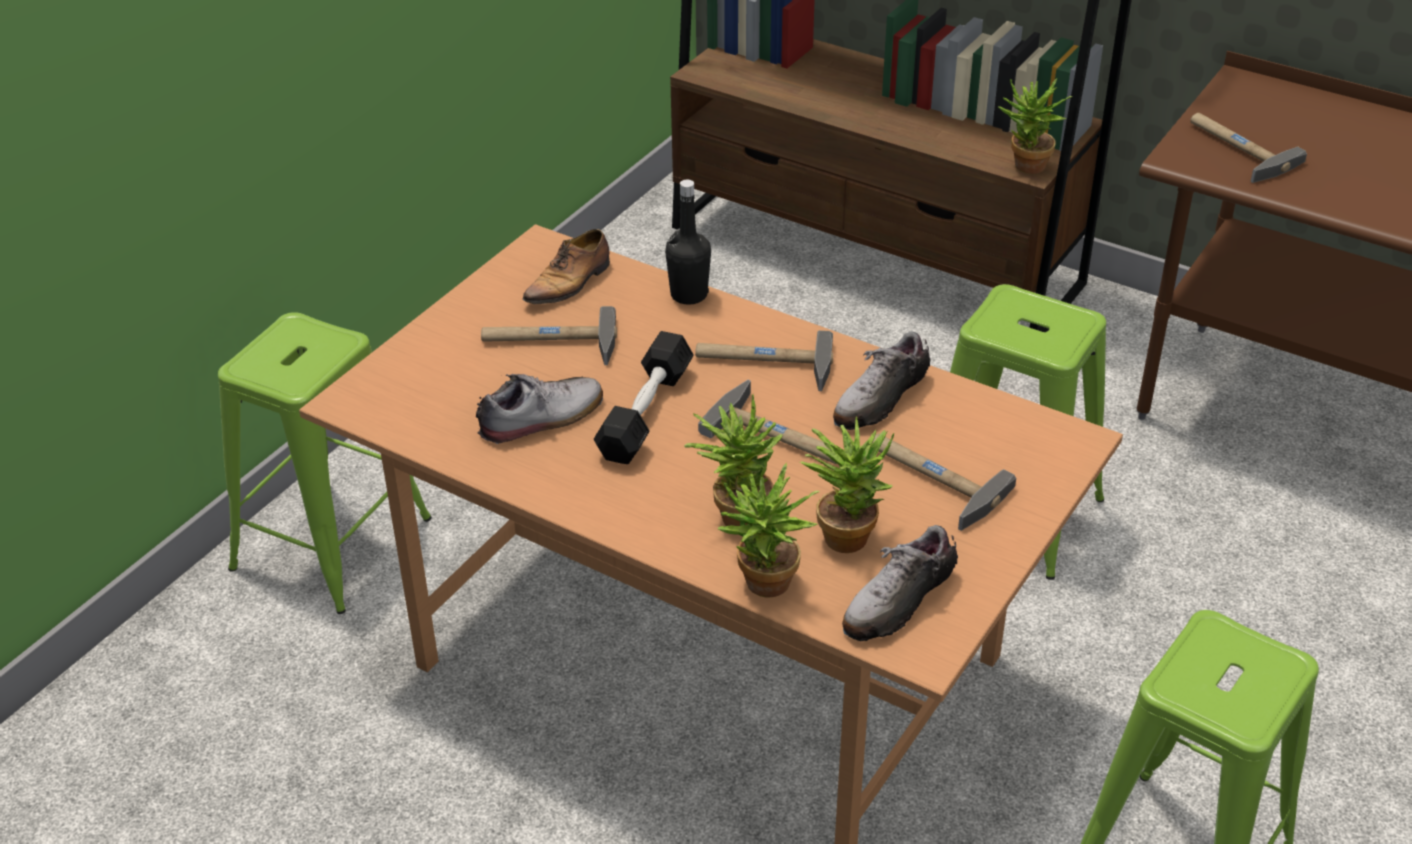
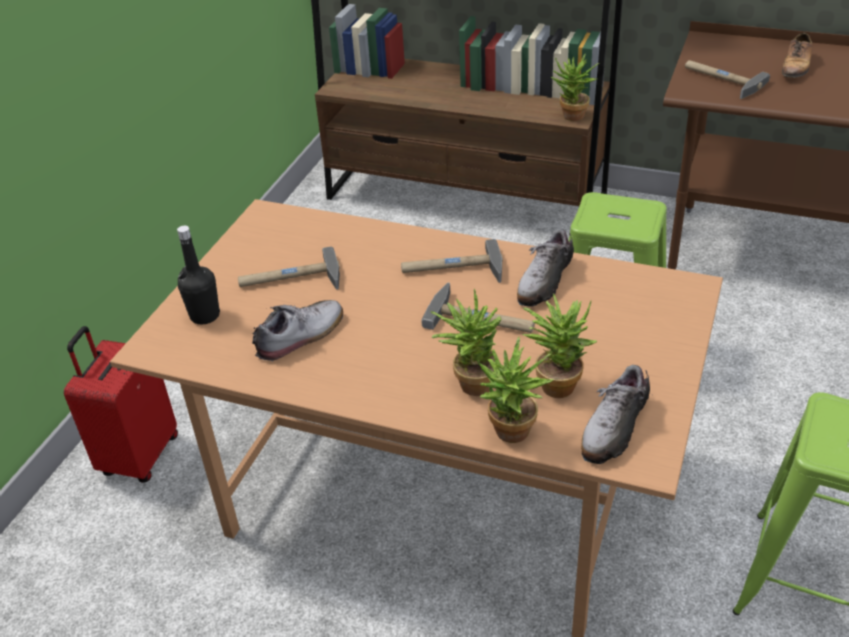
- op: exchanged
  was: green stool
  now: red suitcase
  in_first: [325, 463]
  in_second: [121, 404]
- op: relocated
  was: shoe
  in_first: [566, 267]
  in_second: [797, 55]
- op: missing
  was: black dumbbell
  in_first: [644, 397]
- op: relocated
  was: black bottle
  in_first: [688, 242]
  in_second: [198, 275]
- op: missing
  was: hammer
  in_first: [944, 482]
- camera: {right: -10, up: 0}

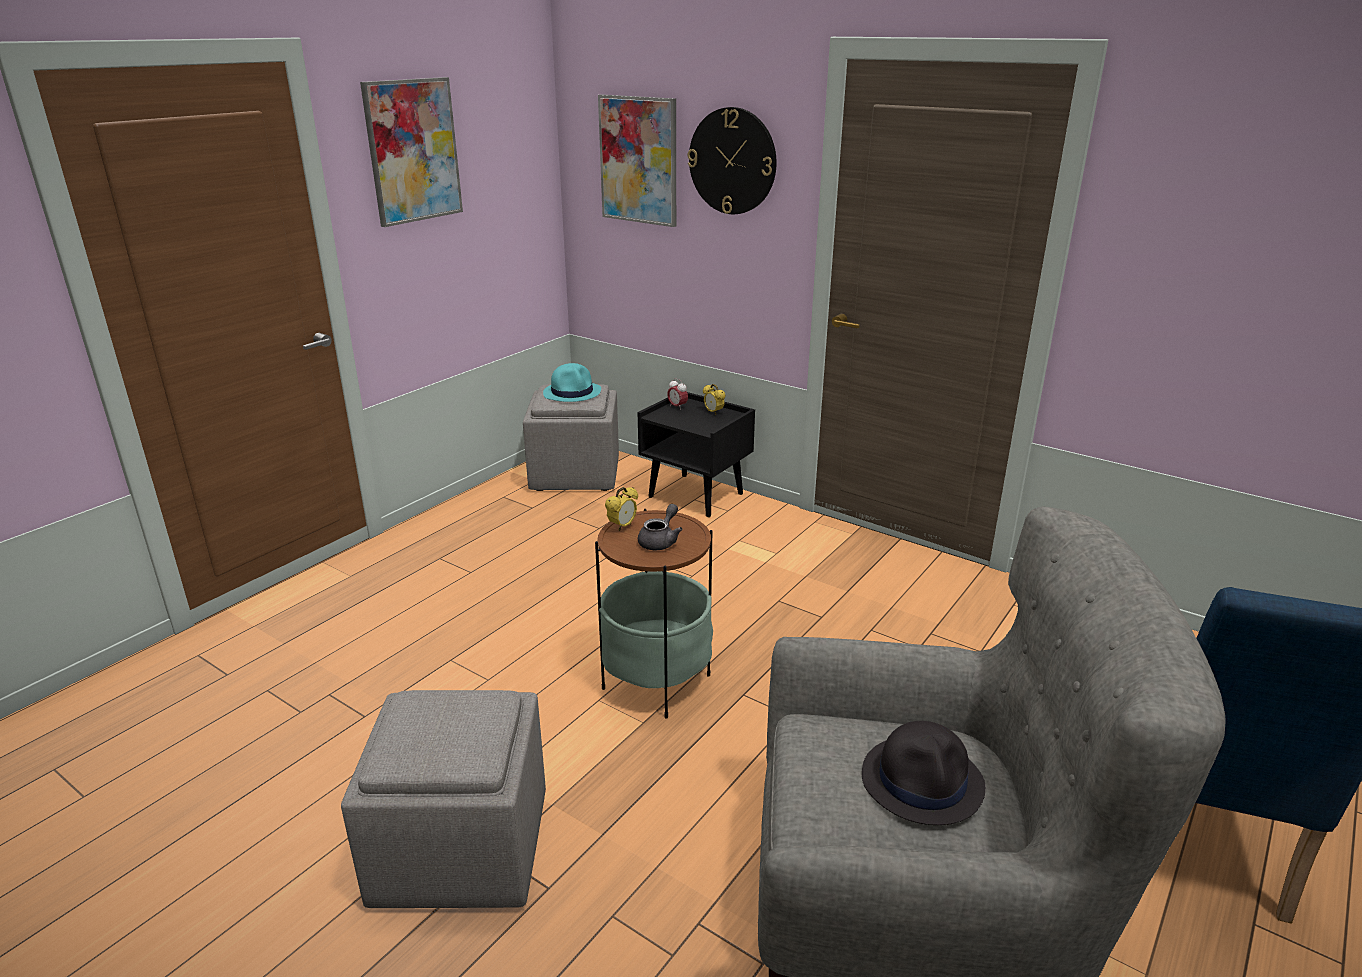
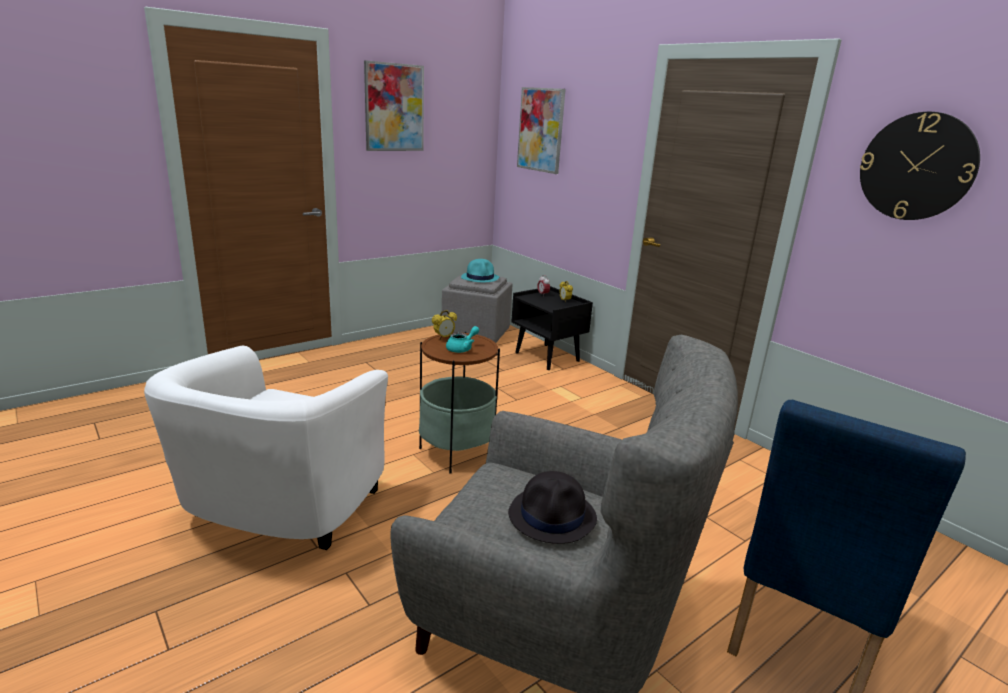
- op: exchanged
  was: grey ottoman
  now: white armchair
  in_first: [443, 799]
  in_second: [266, 448]
- op: colour
  was: grey teapot
  now: turquoise teapot
  in_first: [660, 527]
  in_second: [462, 339]
- op: relocated
  was: wall clock
  in_first: [732, 160]
  in_second: [920, 166]
- camera: {right: 15, up: -5}

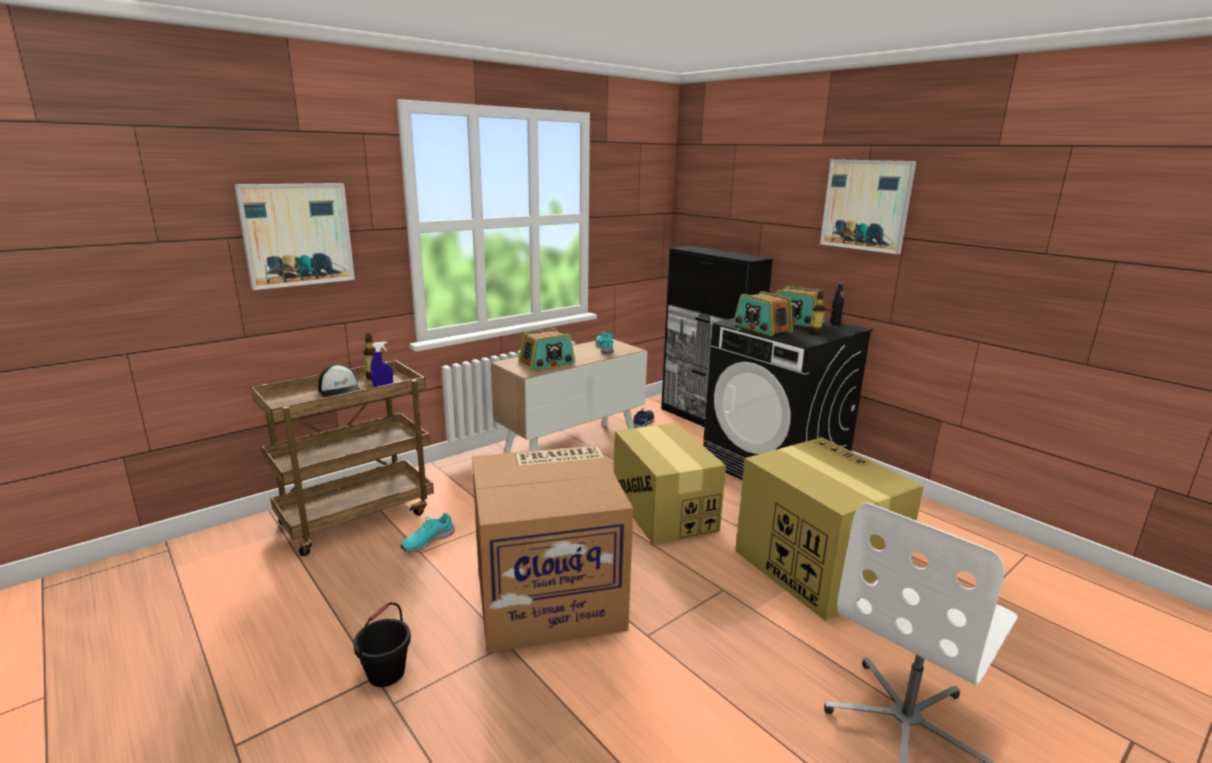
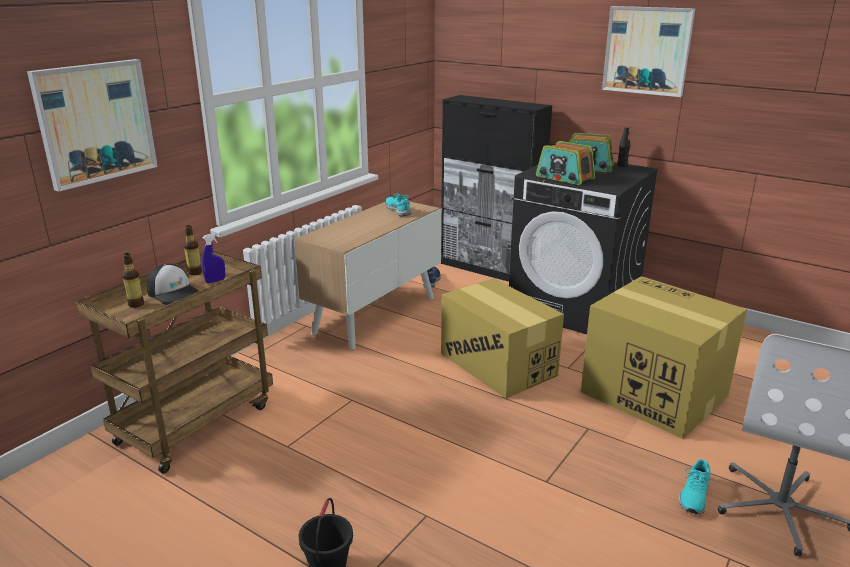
- op: relocated
  was: turquoise shoe
  in_first: [428, 532]
  in_second: [695, 486]
- op: missing
  was: cardboard box
  in_first: [552, 549]
- op: missing
  was: radio
  in_first: [546, 349]
- op: relocated
  was: bottle
  in_first: [817, 313]
  in_second: [133, 280]
- camera: {right: -15, up: 5}

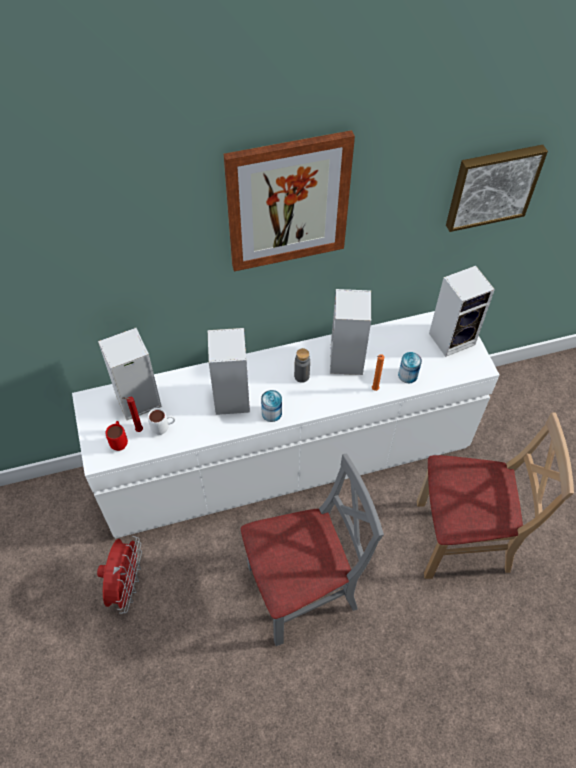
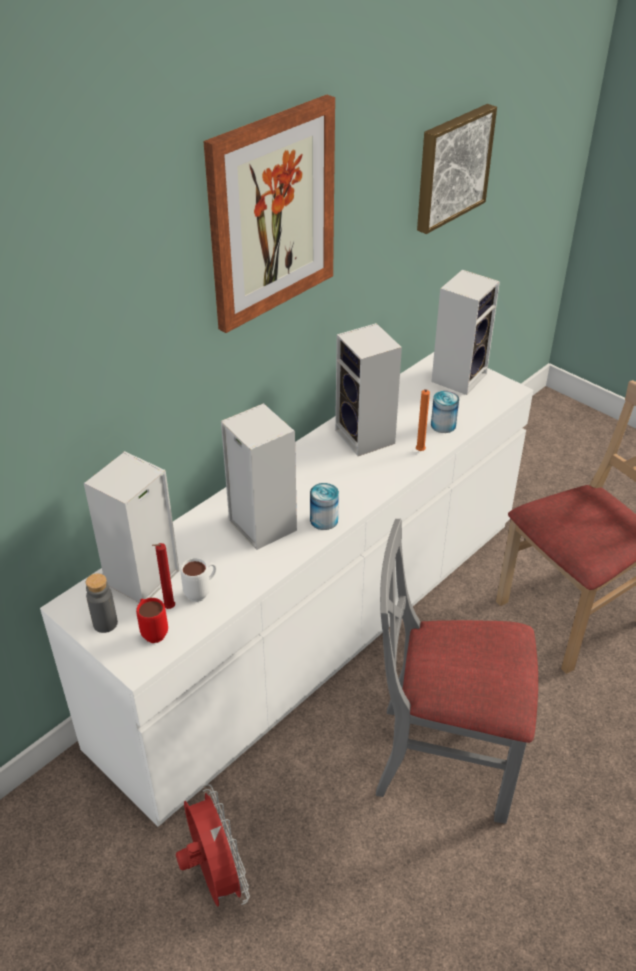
- op: spun
  was: grey chair
  in_first: [312, 549]
  in_second: [457, 671]
  clockwise: -120
- op: relocated
  was: grey bottle
  in_first: [302, 365]
  in_second: [102, 603]
- camera: {right: -30, up: -15}

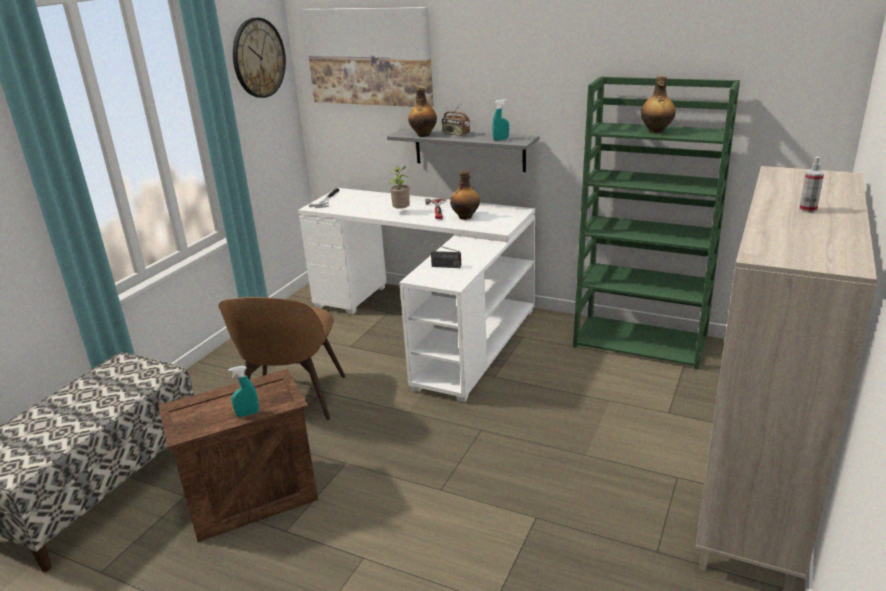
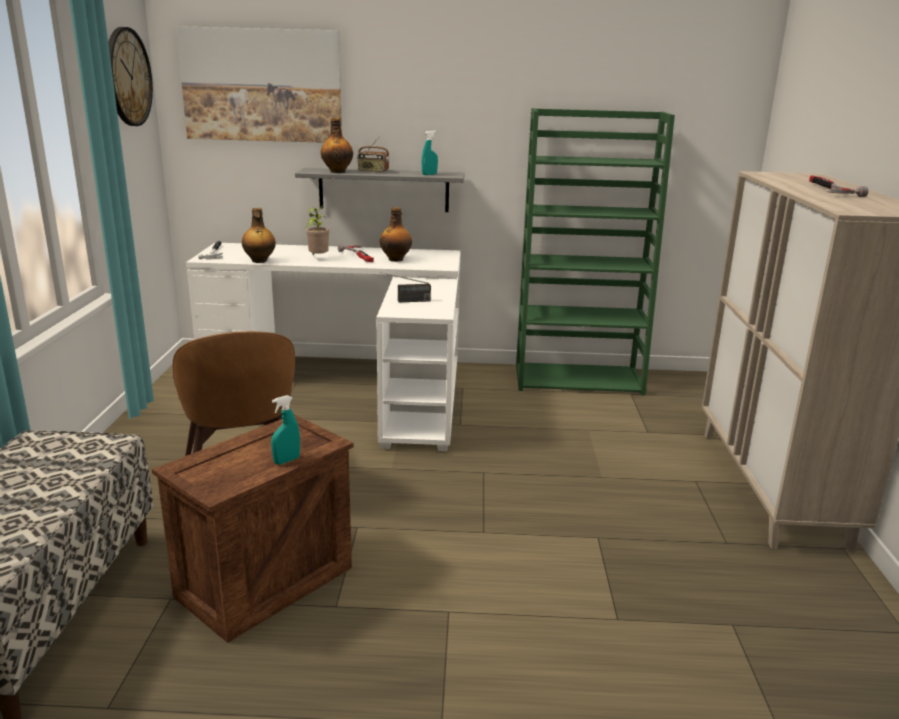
- op: relocated
  was: bottle
  in_first: [658, 104]
  in_second: [259, 235]
- op: exchanged
  was: spray bottle
  now: hammer
  in_first: [811, 185]
  in_second: [838, 186]
- camera: {right: -25, up: -5}

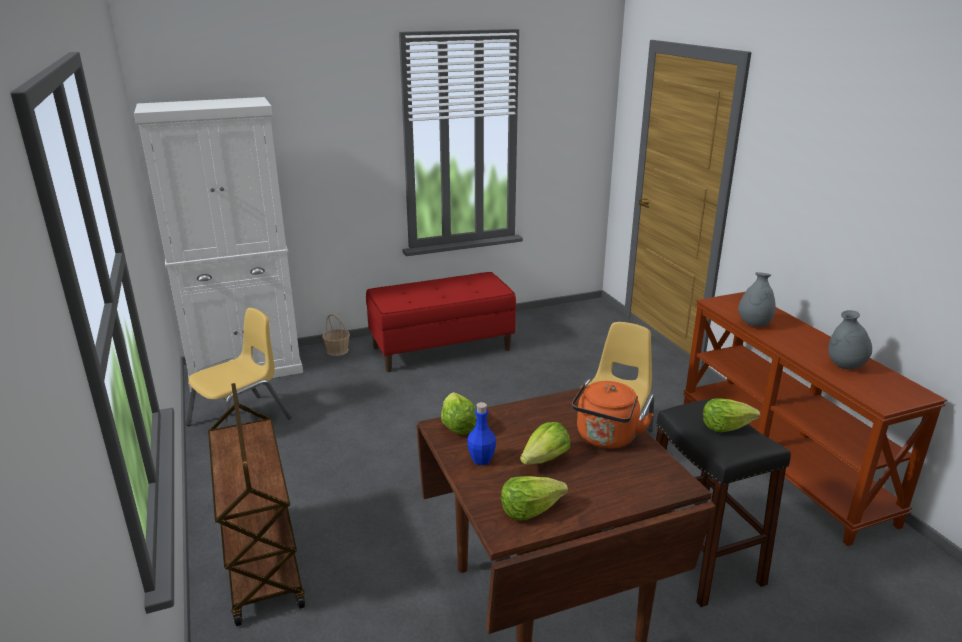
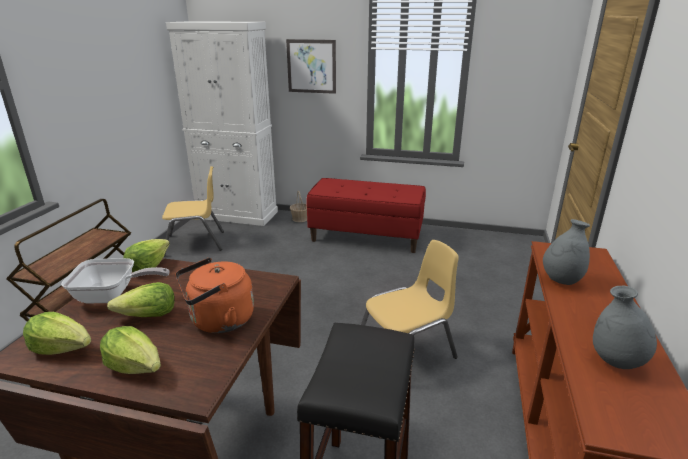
- op: exchanged
  was: blue bottle
  now: frying pan
  in_first: [481, 433]
  in_second: [115, 281]
- op: relocated
  was: lettuce
  in_first: [731, 415]
  in_second: [130, 350]
- op: appeared
  now: picture
  in_second: [311, 66]
- camera: {right: 35, up: 0}

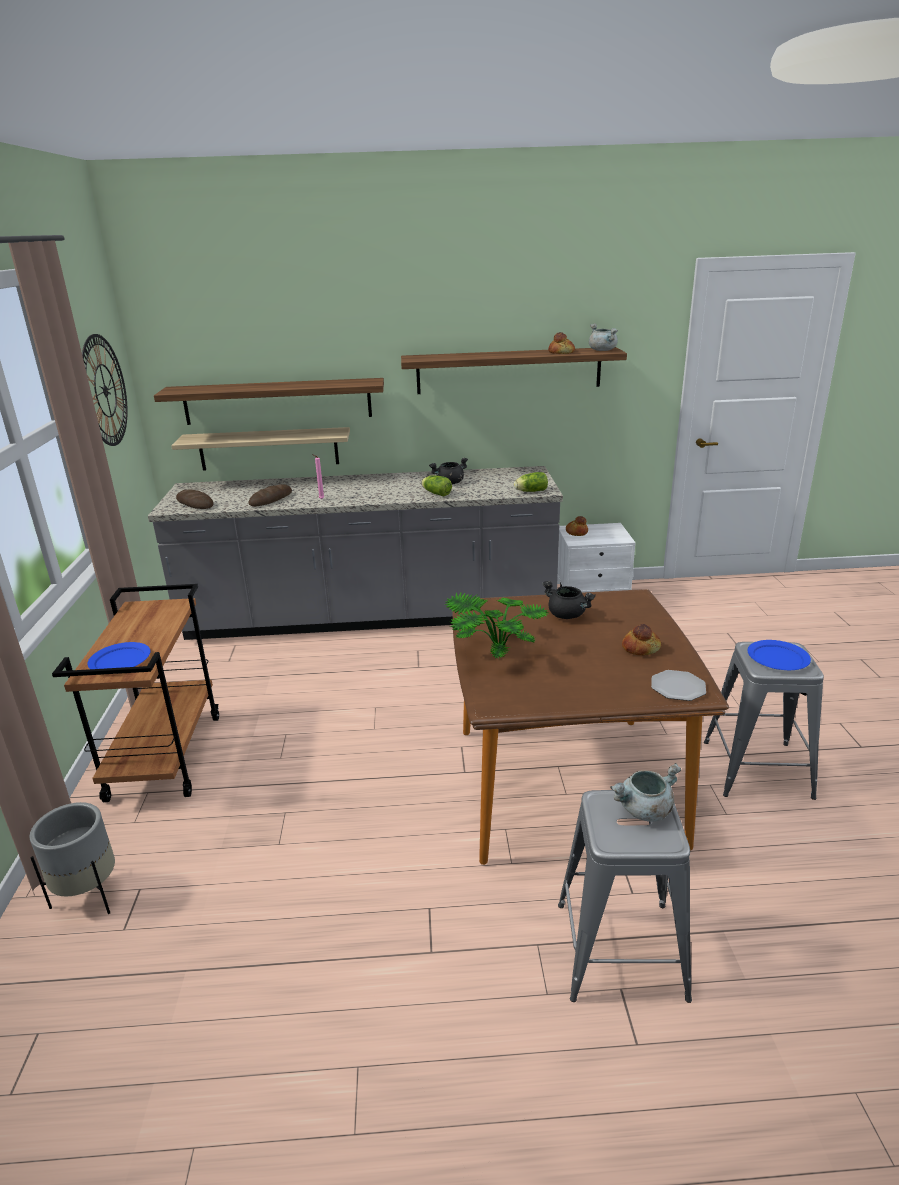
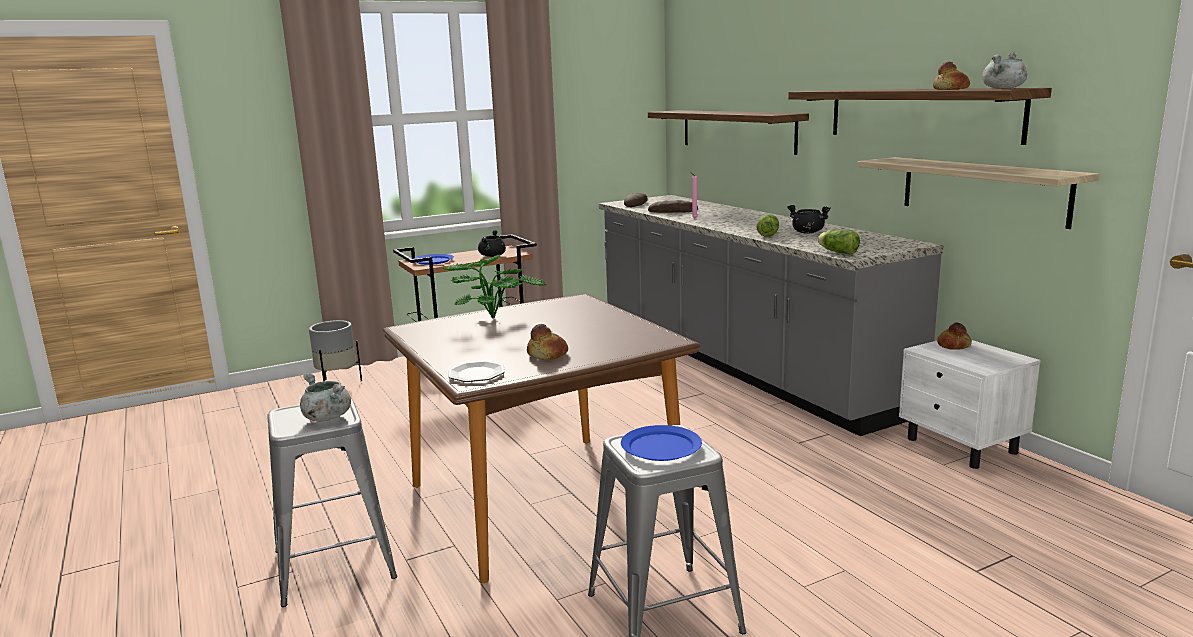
- op: missing
  was: wall clock
  in_first: [105, 390]
- op: relocated
  was: shelf
  in_first: [260, 449]
  in_second: [978, 193]
- op: relocated
  was: black cooking pot
  in_first: [569, 600]
  in_second: [492, 243]
- camera: {right: 65, up: -10}

